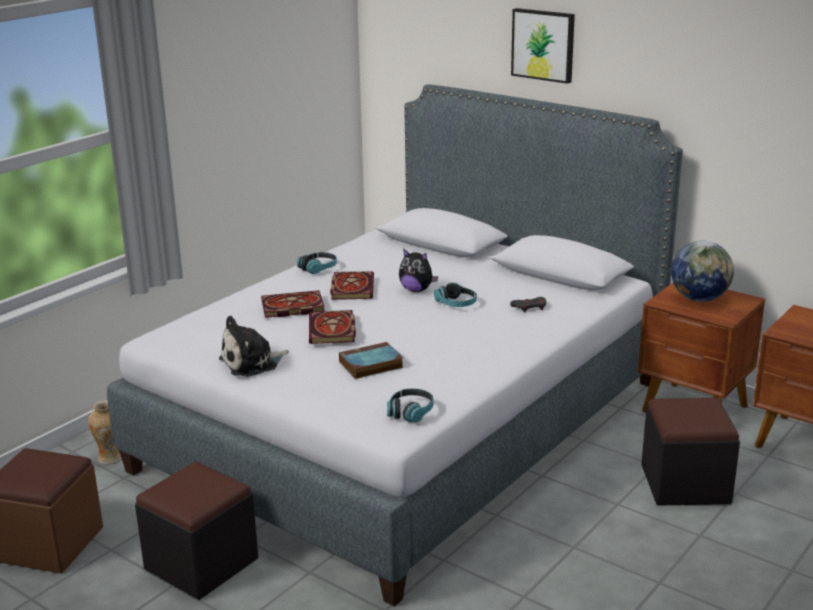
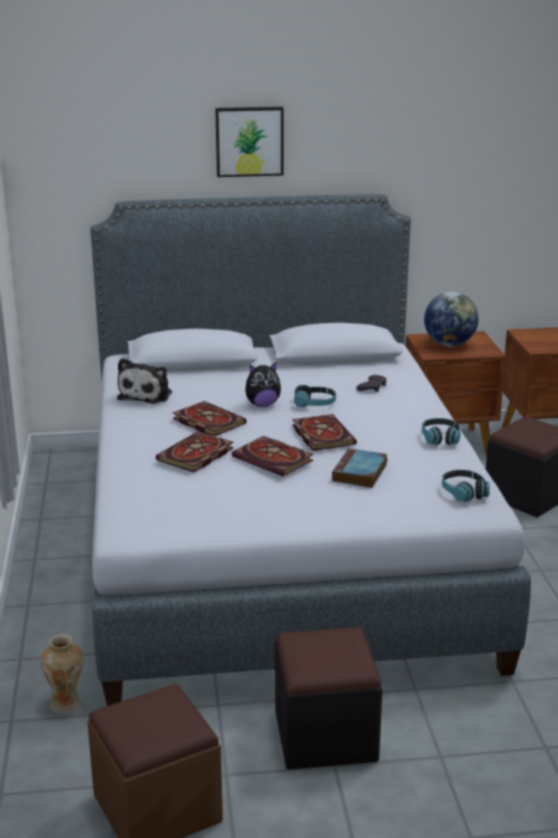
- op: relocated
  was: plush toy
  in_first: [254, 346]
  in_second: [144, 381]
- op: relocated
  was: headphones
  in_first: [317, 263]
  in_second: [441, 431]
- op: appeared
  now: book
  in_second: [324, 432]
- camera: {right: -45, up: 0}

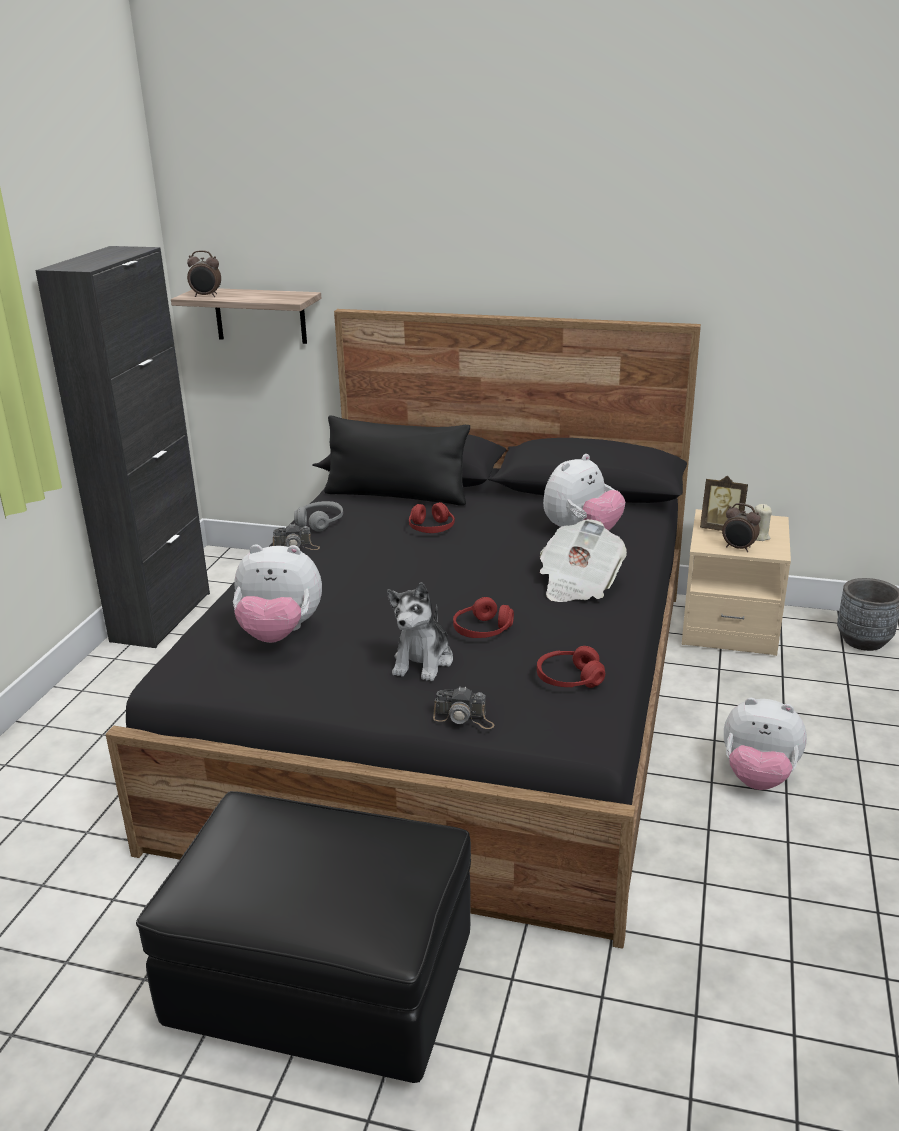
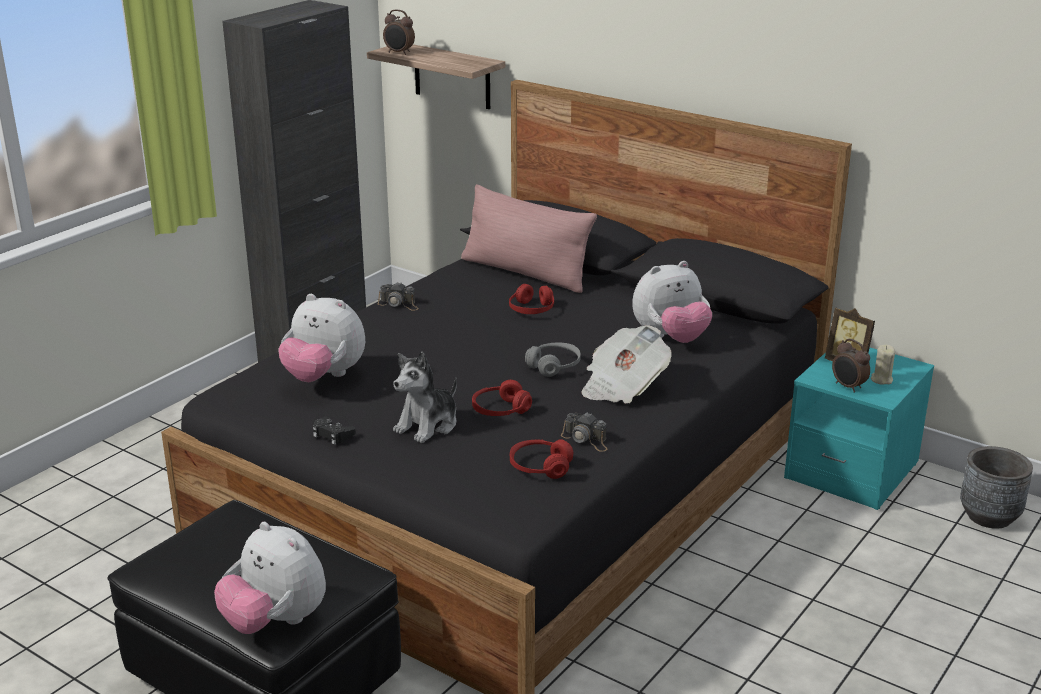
- op: relocated
  was: grey headphones
  in_first: [318, 516]
  in_second: [553, 360]
- op: colour
  was: black pillow
  now: pink pillow
  in_first: [397, 460]
  in_second: [529, 238]
- op: relocated
  was: photo camera
  in_first: [463, 707]
  in_second: [584, 432]
- op: colour
  was: beige nightstand
  now: turquoise nightstand
  in_first: [736, 582]
  in_second: [859, 429]
- op: relocated
  was: plush toy
  in_first: [765, 744]
  in_second: [270, 578]
- op: appeared
  now: black game controller
  in_second: [334, 431]
- camera: {right: 20, up: 0}

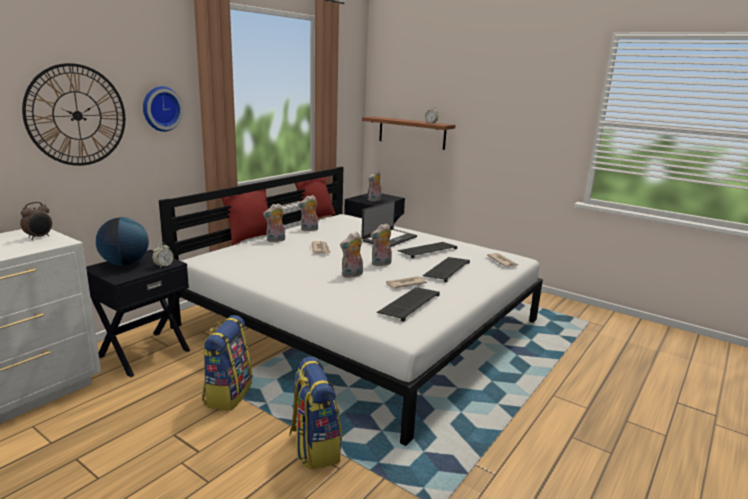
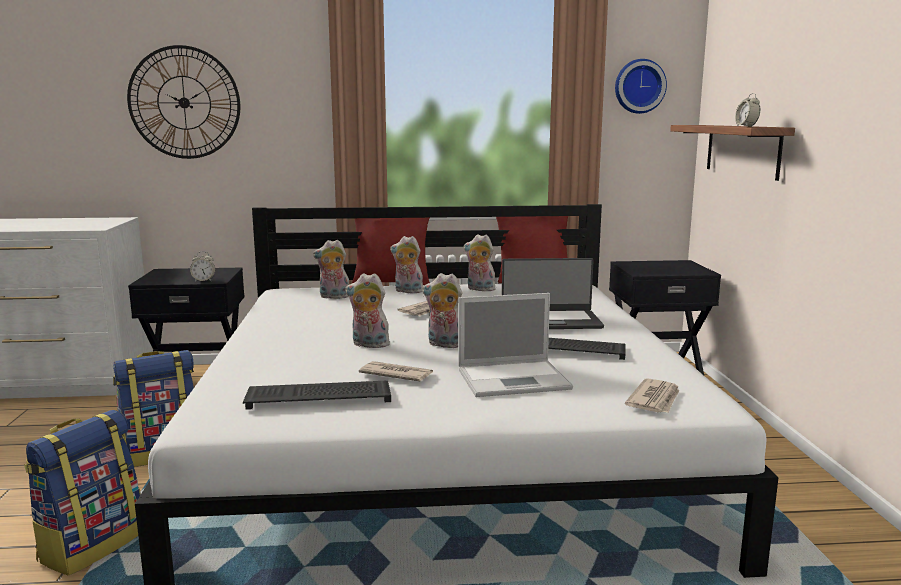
- op: missing
  was: alarm clock
  in_first: [36, 221]
- op: missing
  was: globe
  in_first: [122, 241]
- op: relocated
  was: wall clock
  in_first: [163, 109]
  in_second: [641, 86]
- op: relocated
  was: plush toy
  in_first: [374, 186]
  in_second: [331, 269]
- op: exchanged
  was: keyboard
  now: laptop
  in_first: [446, 269]
  in_second: [515, 345]
- camera: {right: 50, up: -5}

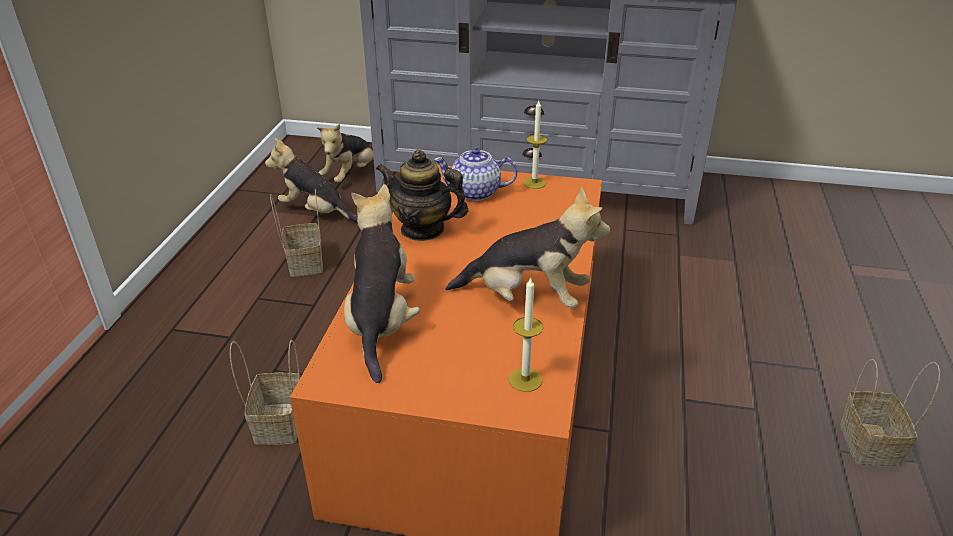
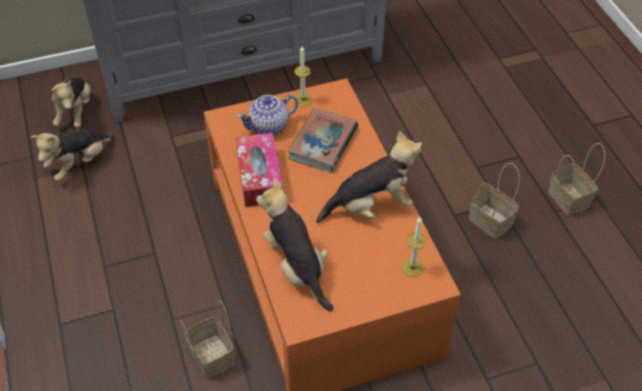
- op: spun
  was: plush toy
  in_first: [311, 180]
  in_second: [73, 155]
  clockwise: -45
- op: relocated
  was: basket
  in_first: [296, 233]
  in_second: [494, 201]
- op: exchanged
  was: teapot
  now: tissue box
  in_first: [422, 195]
  in_second: [258, 170]
- op: appeared
  now: book
  in_second: [322, 139]
- camera: {right: -30, up: 15}

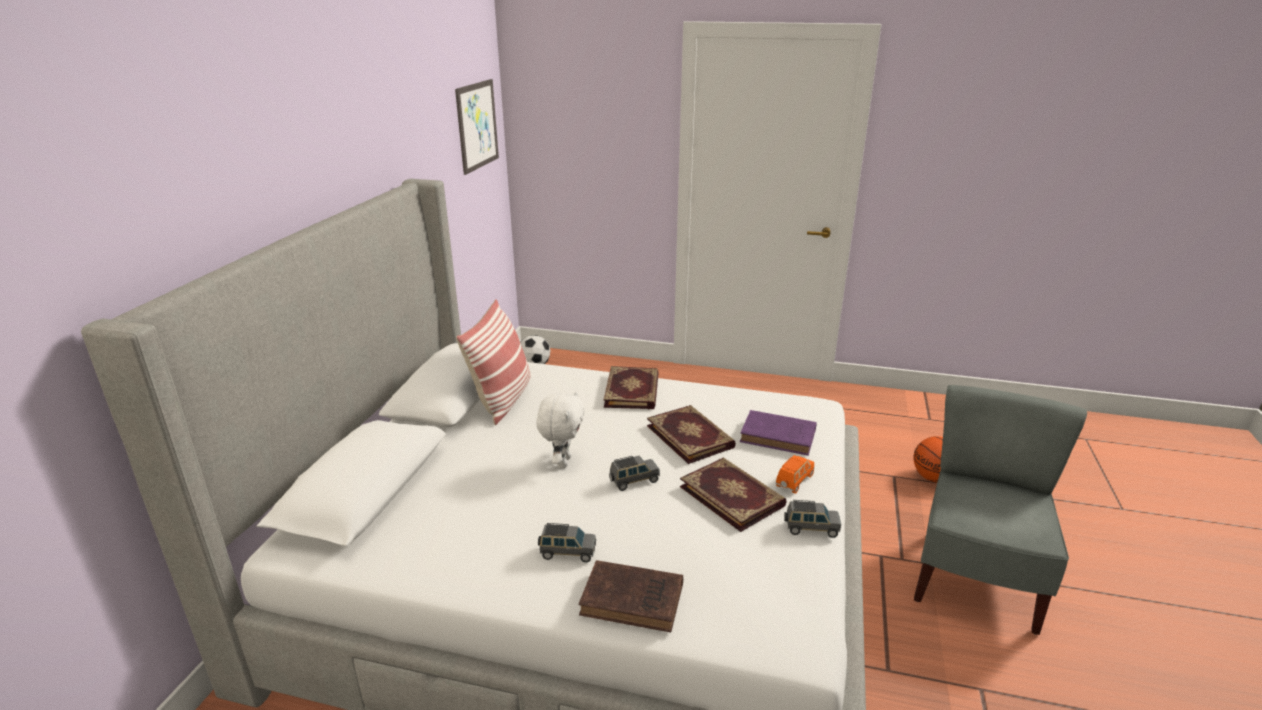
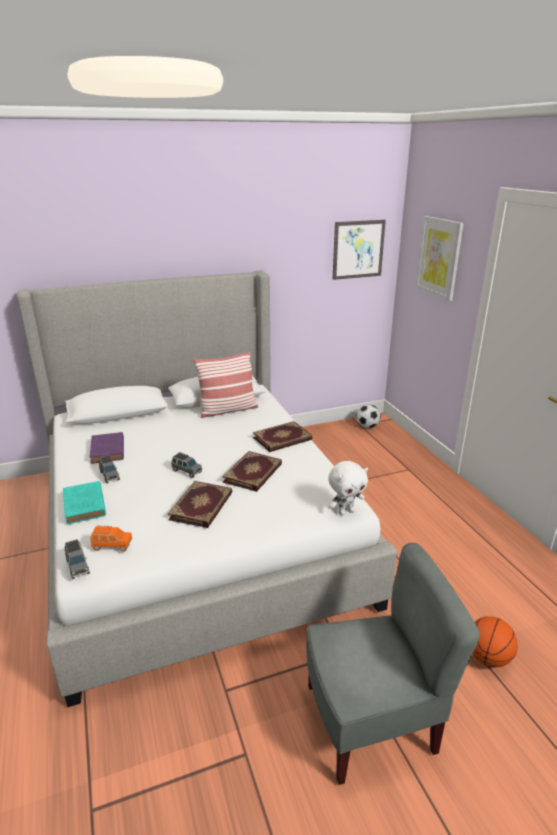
- op: relocated
  was: white plush toy
  in_first: [560, 430]
  in_second: [348, 488]
- op: colour
  was: brown book
  now: turquoise book
  in_first: [631, 596]
  in_second: [84, 502]
- op: relocated
  was: purple book
  in_first: [778, 433]
  in_second: [107, 448]
- op: relocated
  was: orange toy car
  in_first: [795, 474]
  in_second: [111, 539]
- op: relocated
  was: grey toy car
  in_first: [812, 519]
  in_second: [77, 559]
- op: appeared
  now: picture
  in_second: [440, 258]
- camera: {right: 55, up: 0}

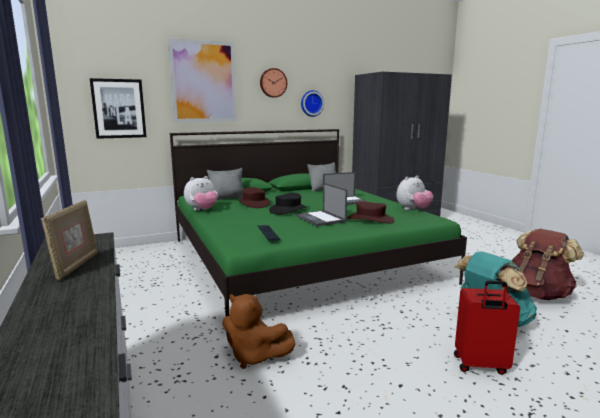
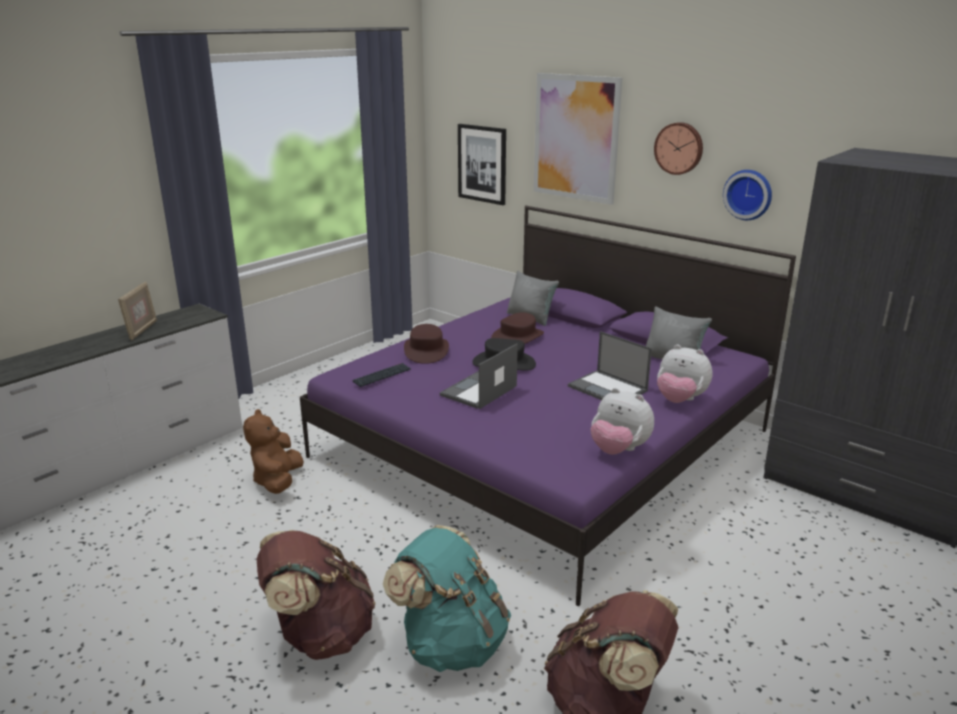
- op: spun
  was: picture frame
  in_first: [69, 240]
  in_second: [137, 310]
  clockwise: -60
- op: colour
  was: green bed
  now: purple bed
  in_first: [318, 222]
  in_second: [548, 405]
- op: relocated
  was: plush toy
  in_first: [201, 193]
  in_second: [685, 374]
- op: relocated
  was: brown hat
  in_first: [371, 212]
  in_second: [426, 344]
- op: exchanged
  was: red suitcase
  now: brown backpack
  in_first: [487, 328]
  in_second: [315, 595]
- camera: {right: 65, up: 10}

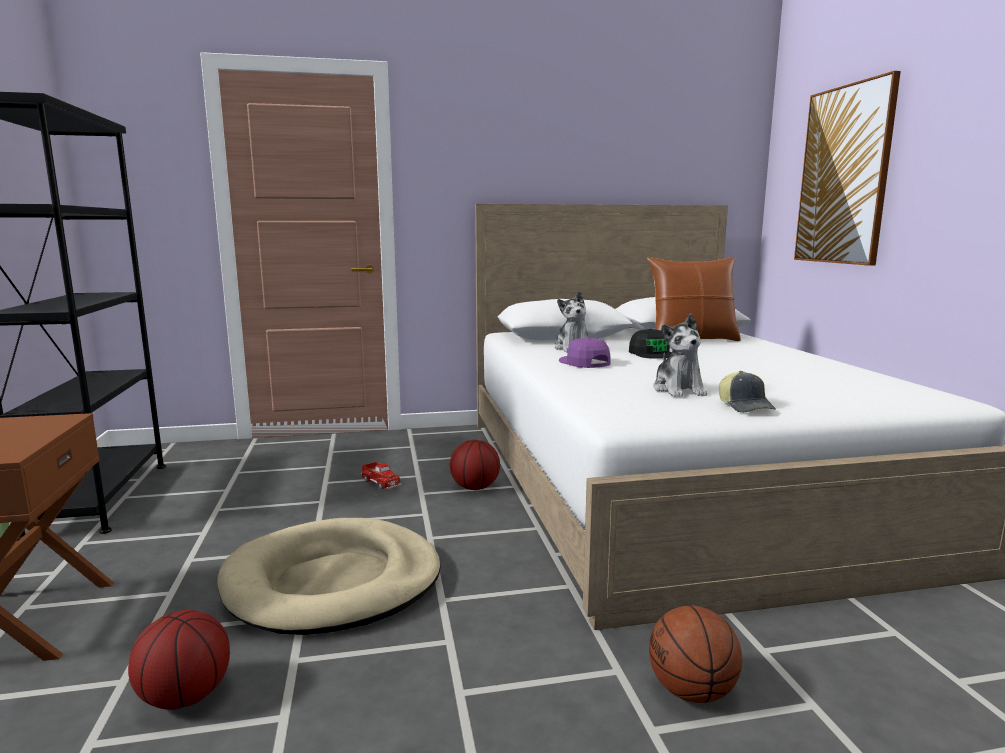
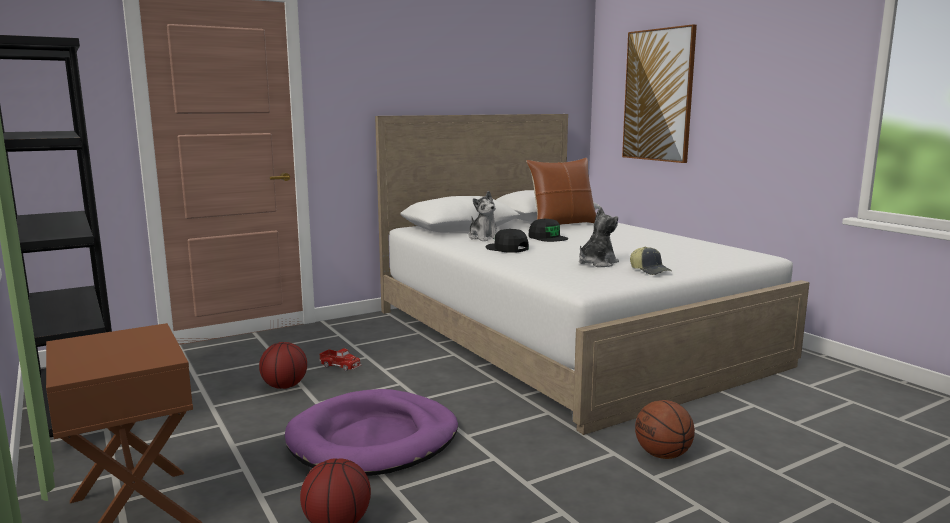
- op: colour
  was: beige dog bed
  now: purple dog bed
  in_first: [329, 576]
  in_second: [371, 432]
- op: relocated
  was: basketball
  in_first: [475, 465]
  in_second: [283, 365]
- op: colour
  was: purple cap
  now: black cap
  in_first: [584, 353]
  in_second: [507, 241]
- op: spun
  was: plush toy
  in_first: [680, 355]
  in_second: [599, 237]
  clockwise: -105
- camera: {right: -20, up: 0}

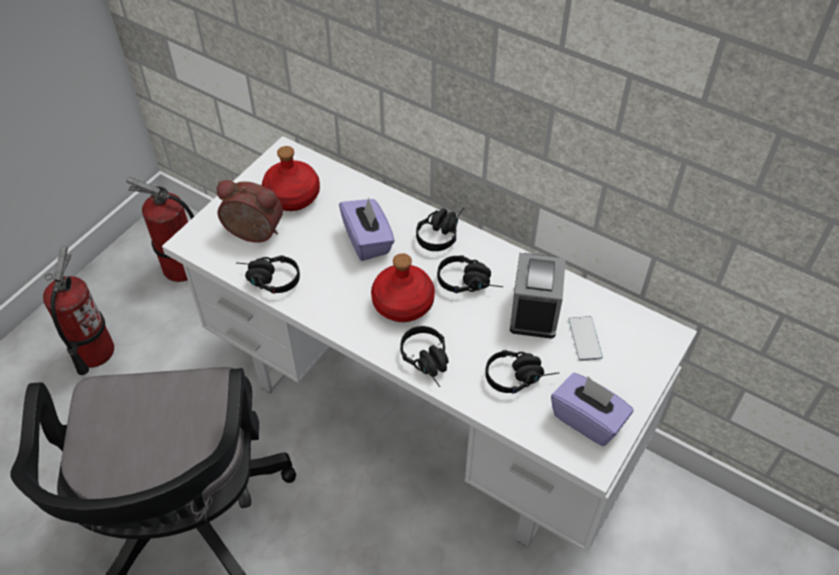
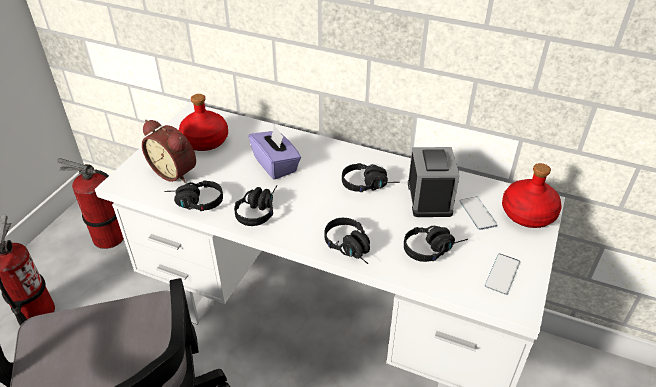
- op: spun
  was: alarm clock
  in_first: [250, 211]
  in_second: [169, 151]
  clockwise: -150
- op: relocated
  was: red bottle
  in_first: [403, 287]
  in_second: [531, 195]
- op: relocated
  was: black headphones
  in_first: [440, 229]
  in_second: [255, 205]
- op: exchanged
  was: purple tissue box
  now: phone
  in_first: [592, 409]
  in_second: [502, 274]
- camera: {right: -10, up: -10}

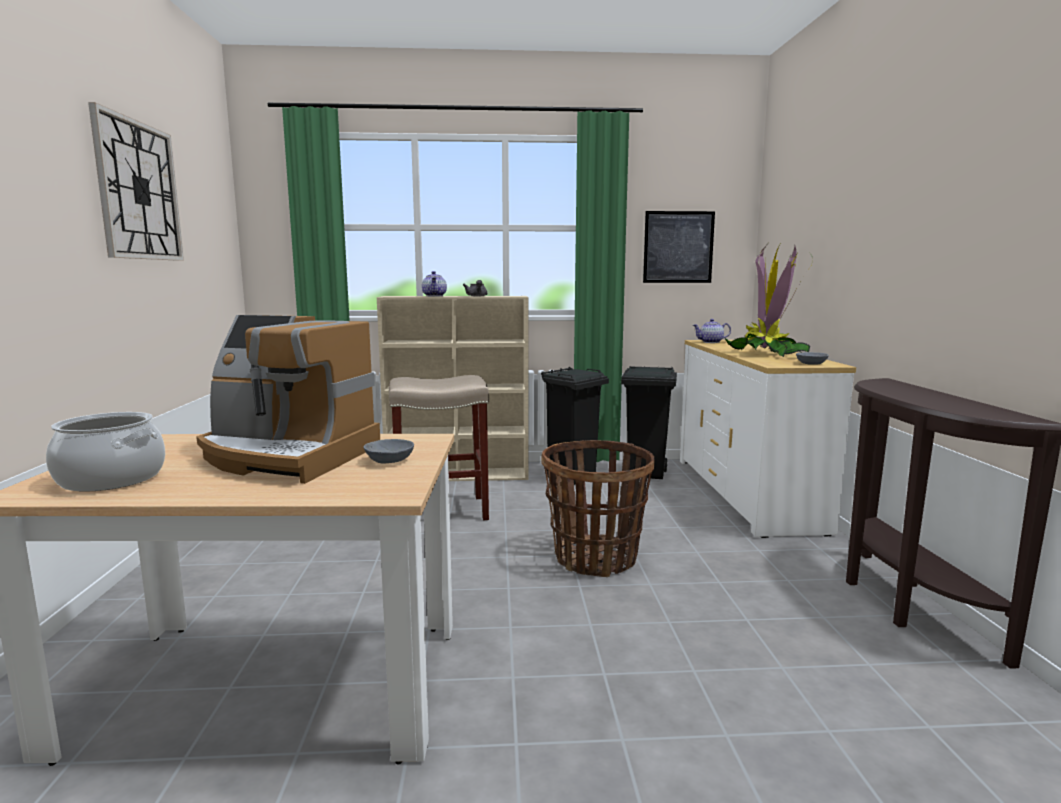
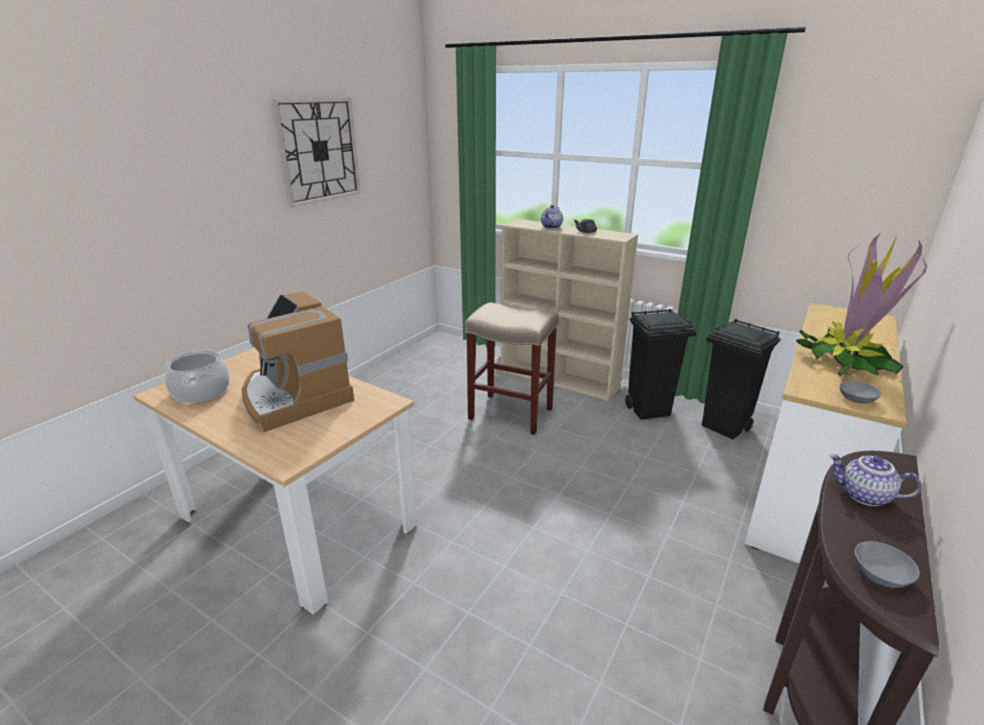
- op: relocated
  was: grey bowl
  in_first: [388, 451]
  in_second: [887, 564]
- op: missing
  was: basket
  in_first: [597, 508]
- op: missing
  was: picture
  in_first: [679, 247]
- op: relocated
  was: teapot
  in_first: [712, 331]
  in_second: [875, 480]
- camera: {right: 35, up: 15}

